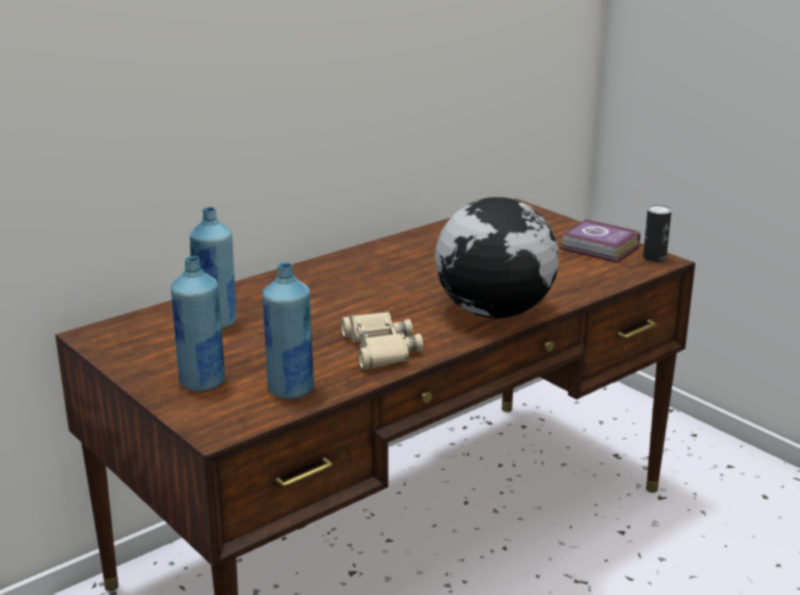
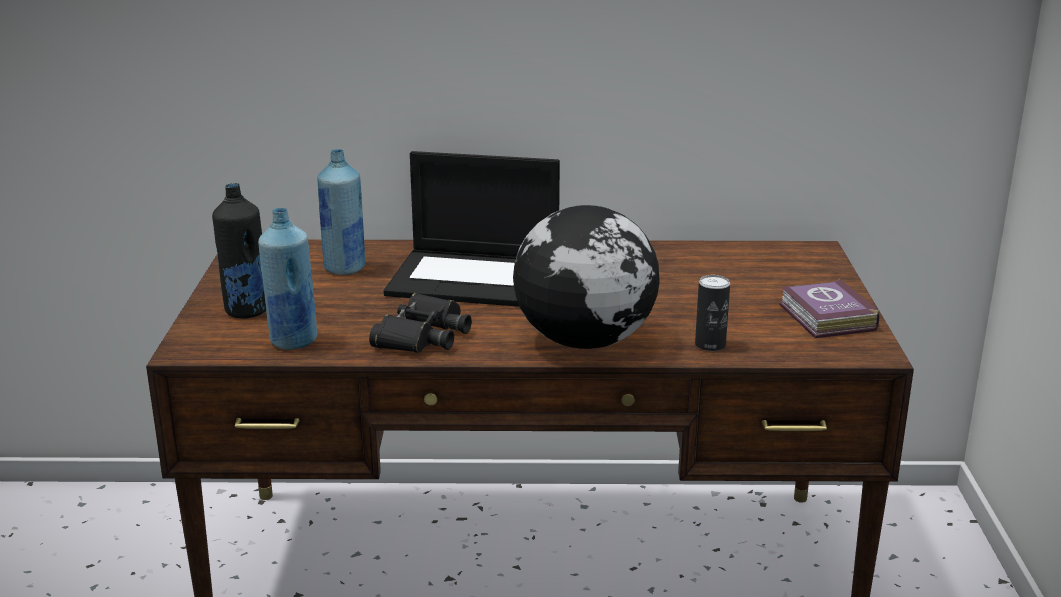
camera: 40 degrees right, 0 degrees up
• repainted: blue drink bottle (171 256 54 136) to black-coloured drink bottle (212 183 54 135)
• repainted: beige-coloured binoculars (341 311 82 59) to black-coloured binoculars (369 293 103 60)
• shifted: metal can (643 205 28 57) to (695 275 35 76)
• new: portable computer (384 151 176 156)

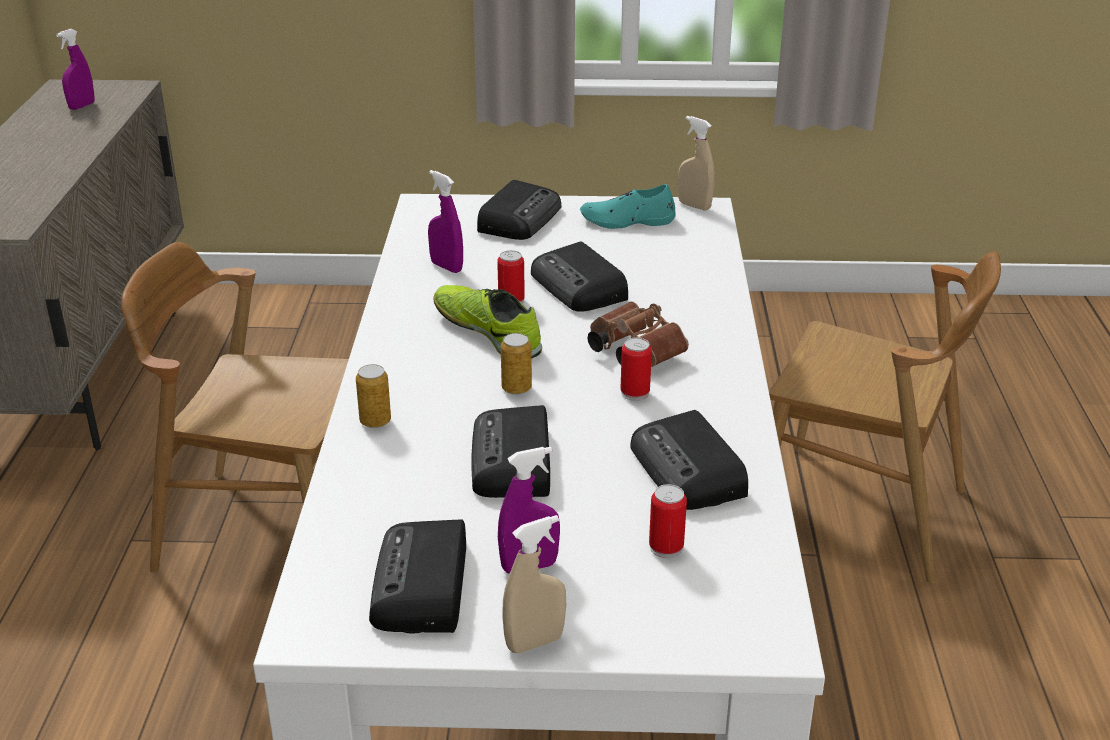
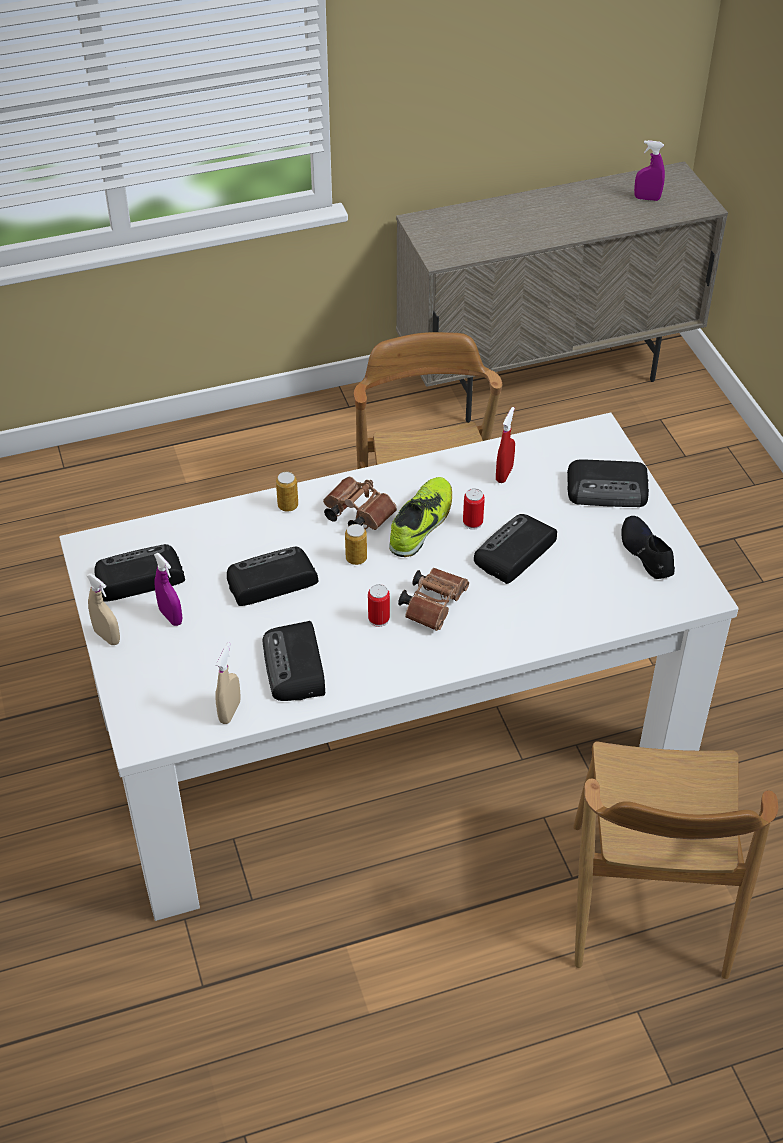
camera: 70 degrees right, 15 degrees up
• repainted: purple-coloured hand sprayer (428 170 35 103) to reddish hand sprayer (496 407 19 76)
• repainted: turquoise shoe (580 184 96 45) to black-coloured shoe (621 516 54 63)
• rotated: radio (630 410 118 100) = (263 621 62 80) 60 degrees counterclockwise
• gone: metal can (649 484 38 74)
• shifted: beige-coloured hand sprayer (678 116 37 95) to (216 642 25 82)
• new: brown binoculars (323 477 74 53)

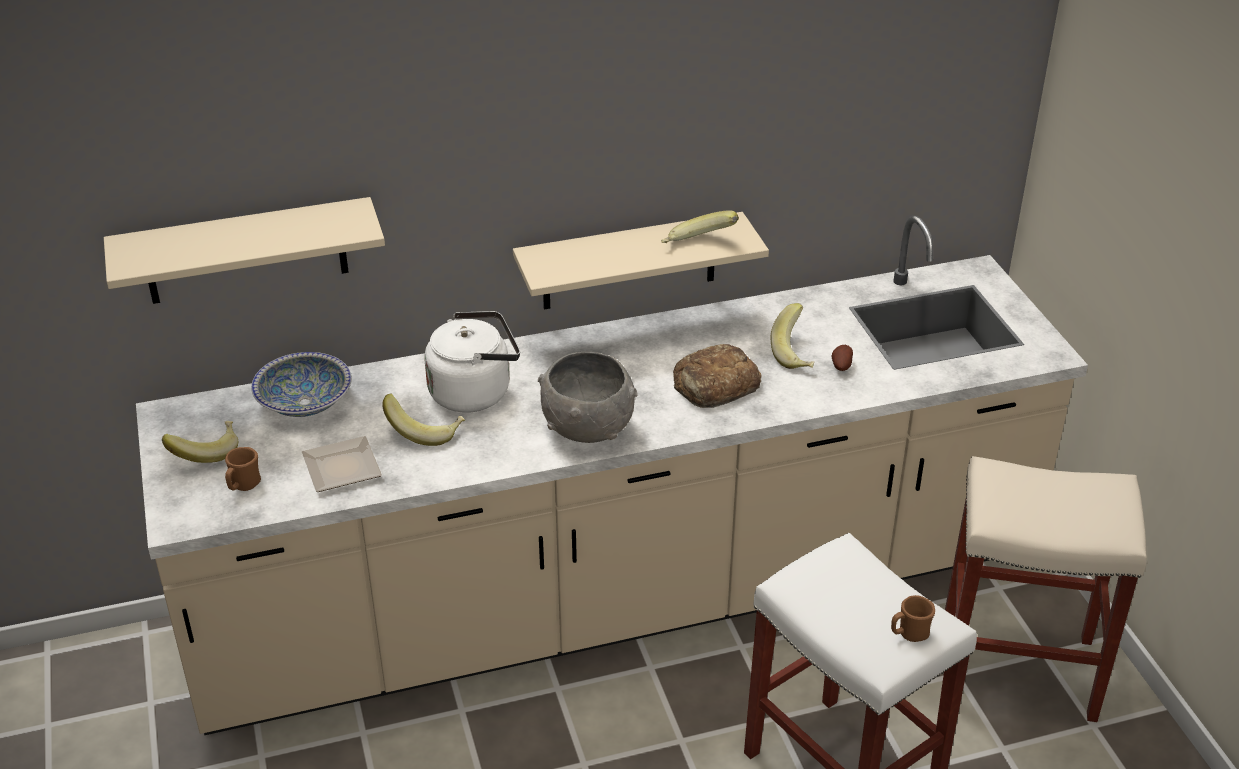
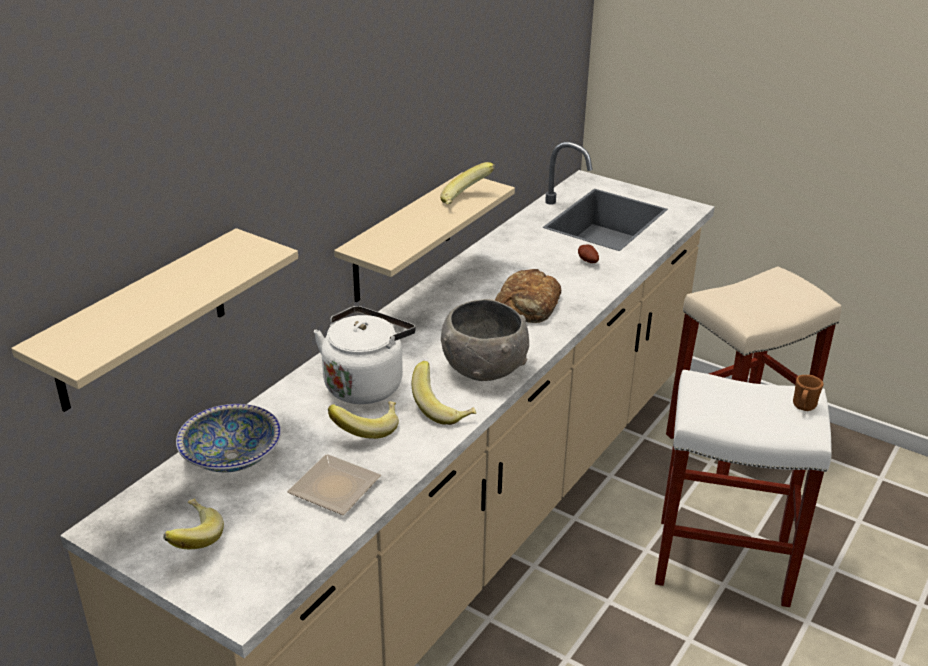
camera: 40 degrees left, 5 degrees down
• gone: brown mug (225 447 36 44)
• shifted: banana (770 303 44 66) to (412 361 64 64)

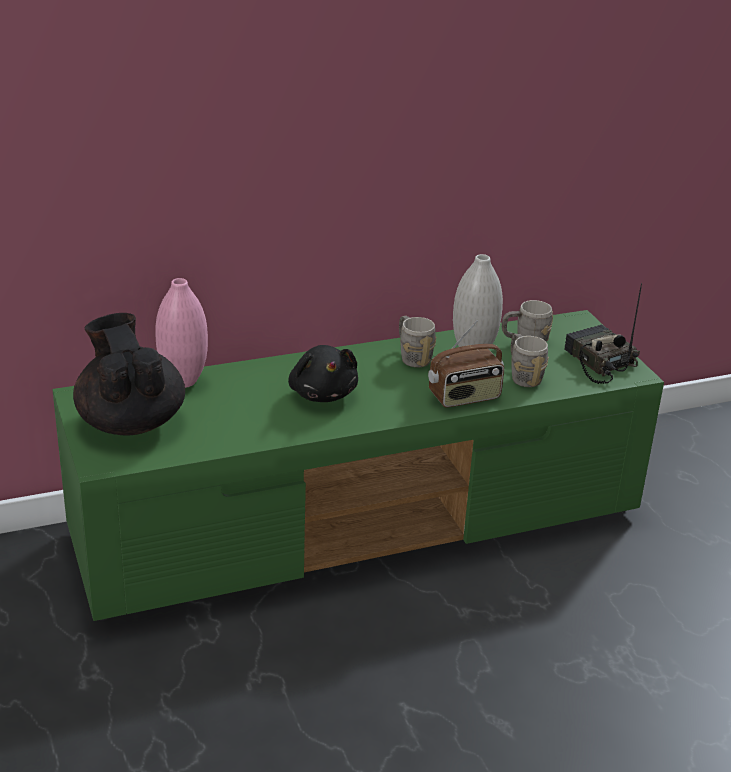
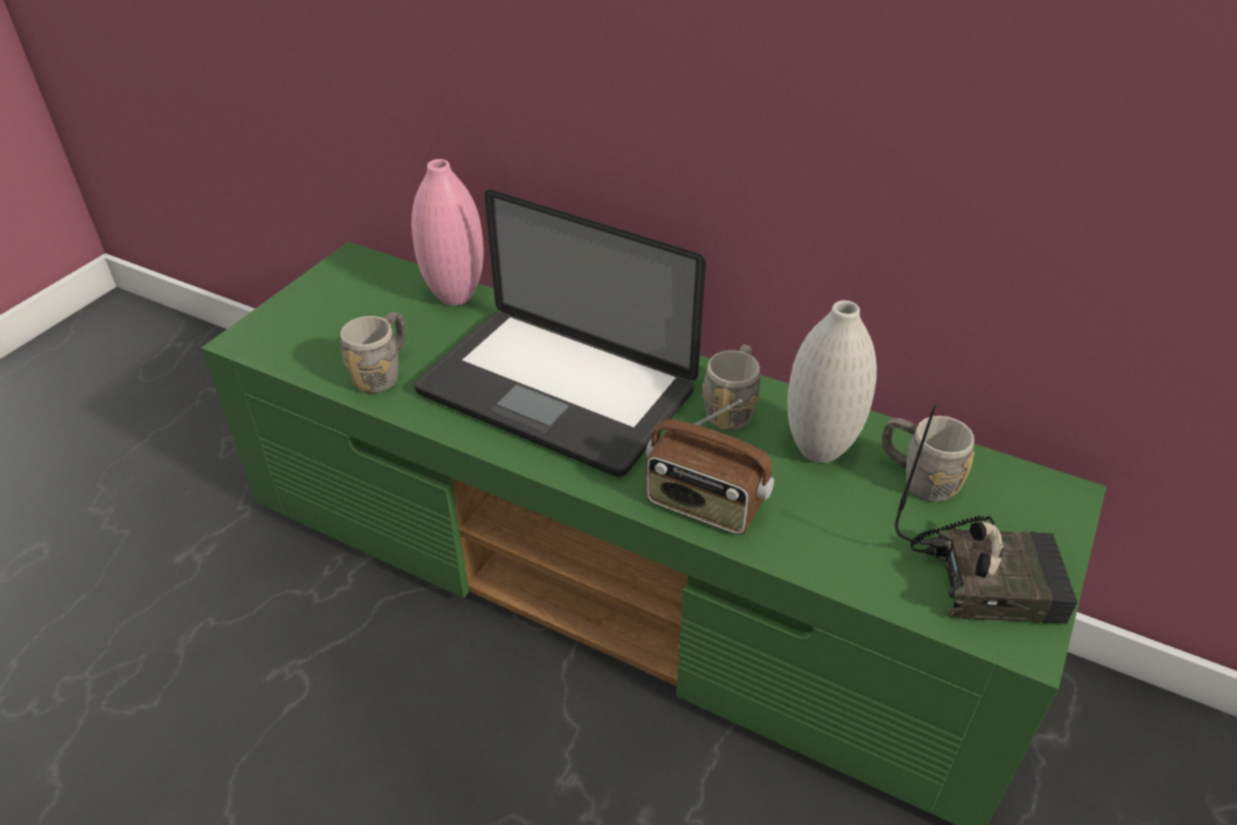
camera: 50 degrees right, 10 degrees up
• gone: black-coloured pot for tea (73 313 112 123)
• swapped: black-coloured soft toy (288 345 70 57) to portable computer (414 190 292 287)
• shifted: grey mug (511 334 38 53) to (340 312 66 81)
• rotated: radio (564 283 78 101) = (895 404 182 220) 75 degrees clockwise

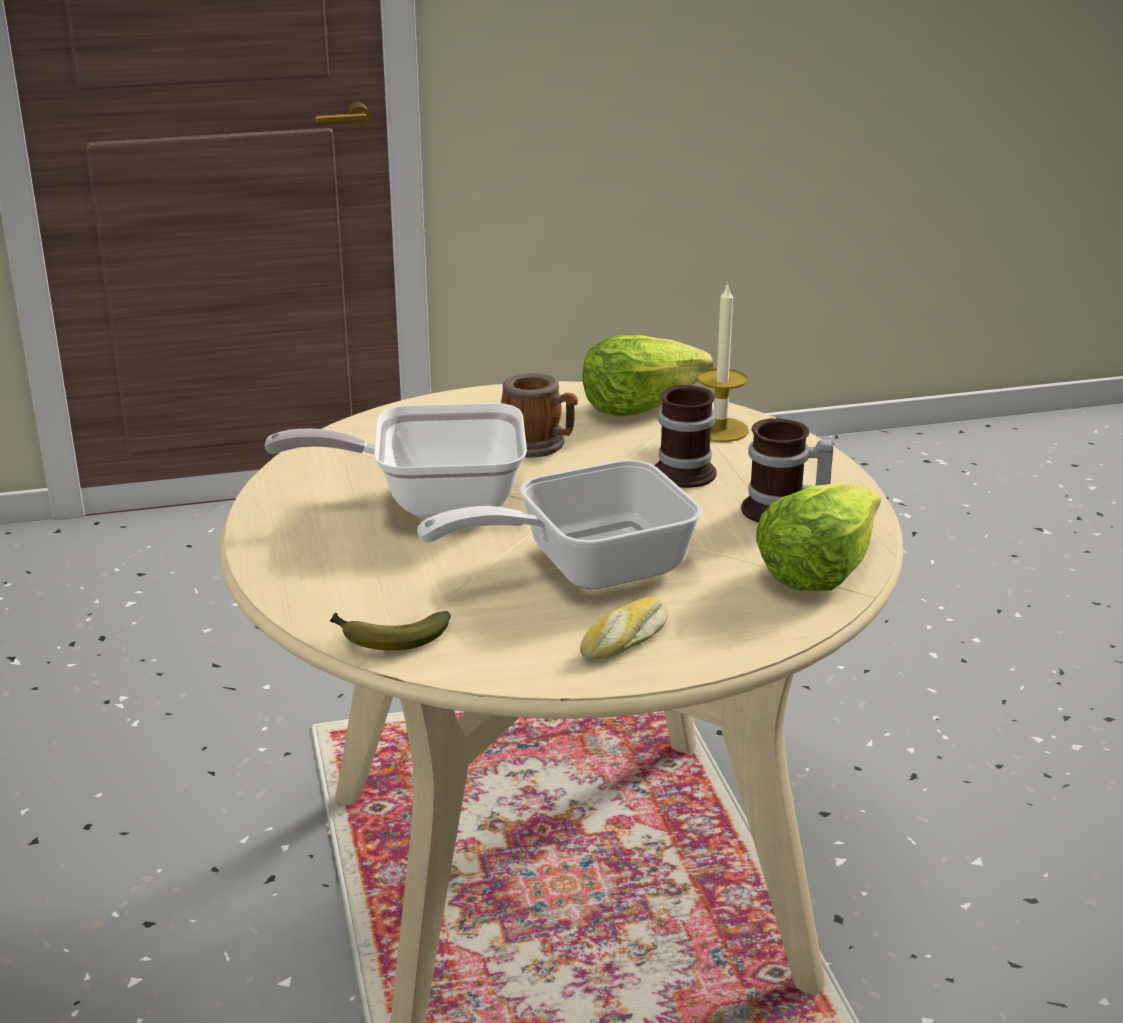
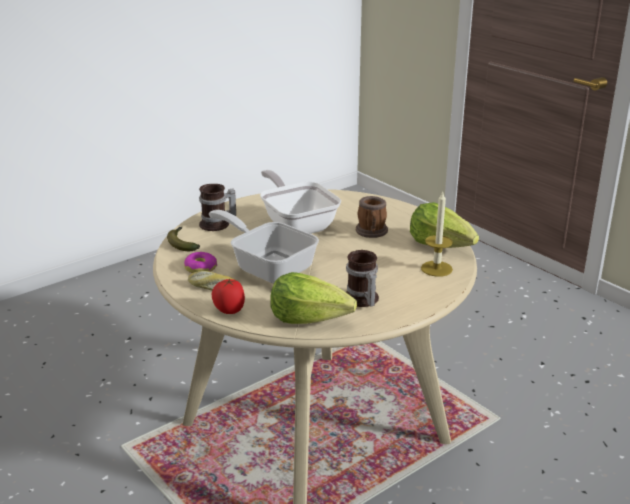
camera: 65 degrees right, 0 degrees up
• shifted: mug (654 385 63 103) to (199 184 37 47)
• new: ring doughnut (184 252 33 21)
• new: whole tomato (212 278 33 36)

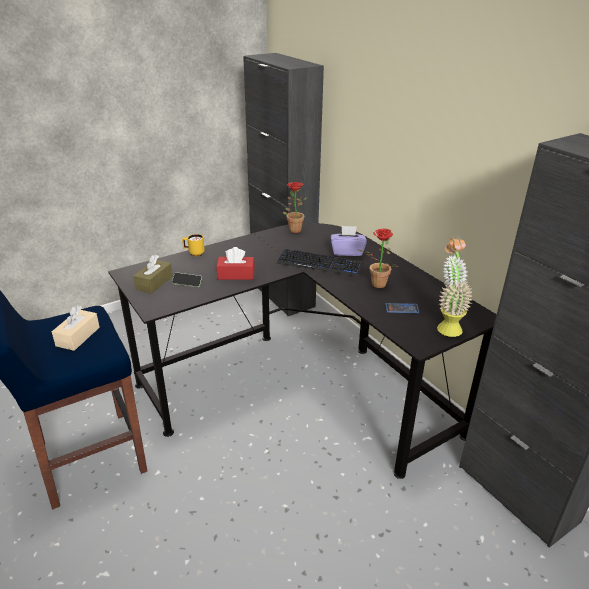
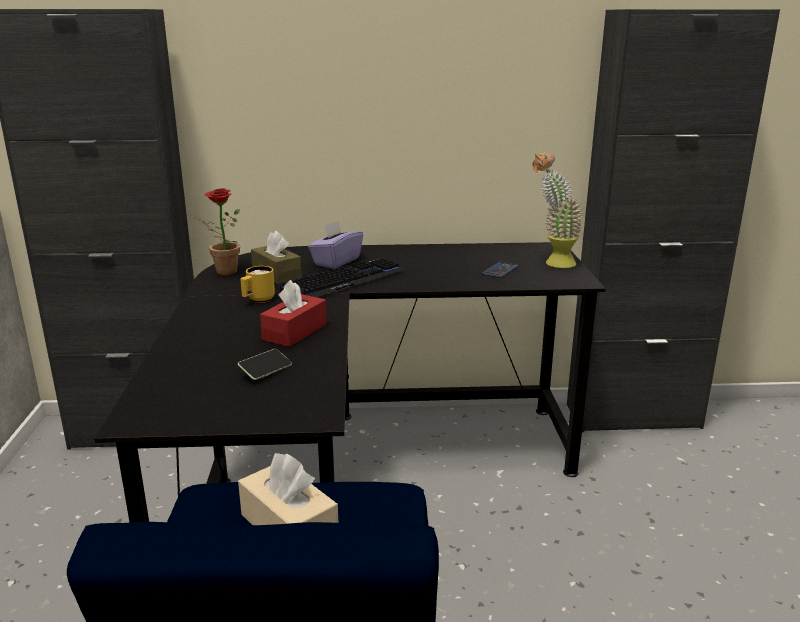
camera: 60 degrees left, 10 degrees down
• shifted: brown box of tissues (133 255 40 39) to (251 231 51 53)
• shifted: yellowish mug (182 234 23 23) to (240 266 35 37)
• gone: plant in a pot (357 229 42 59)

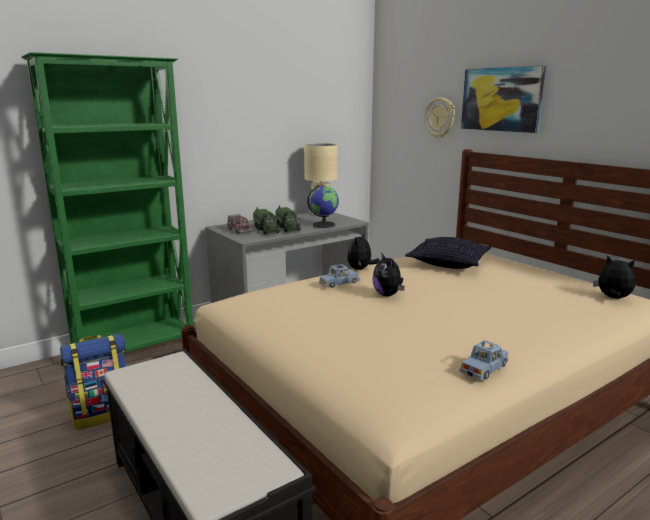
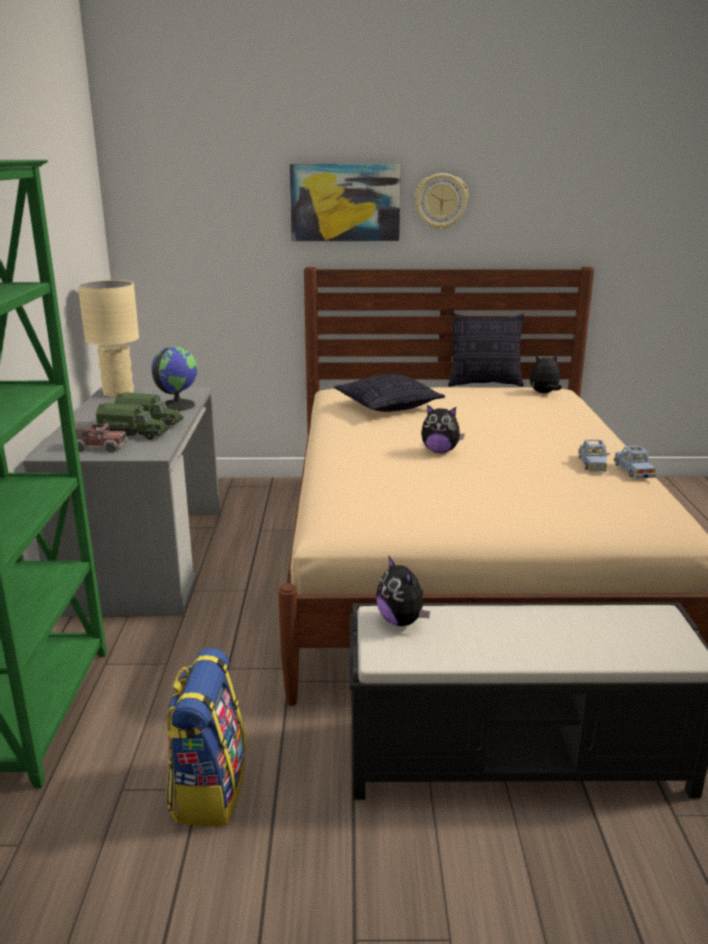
camera: 55 degrees left, 5 degrees up
• shifted: blue toy car (319 264 41 24) to (578 439 32 33)
• shifted: soft toy (347 233 33 37) to (376 555 54 71)
• shifted: clock on the wall (425 98 30 40) to (415 173 54 57)
• new: throw pillow (448 313 76 74)

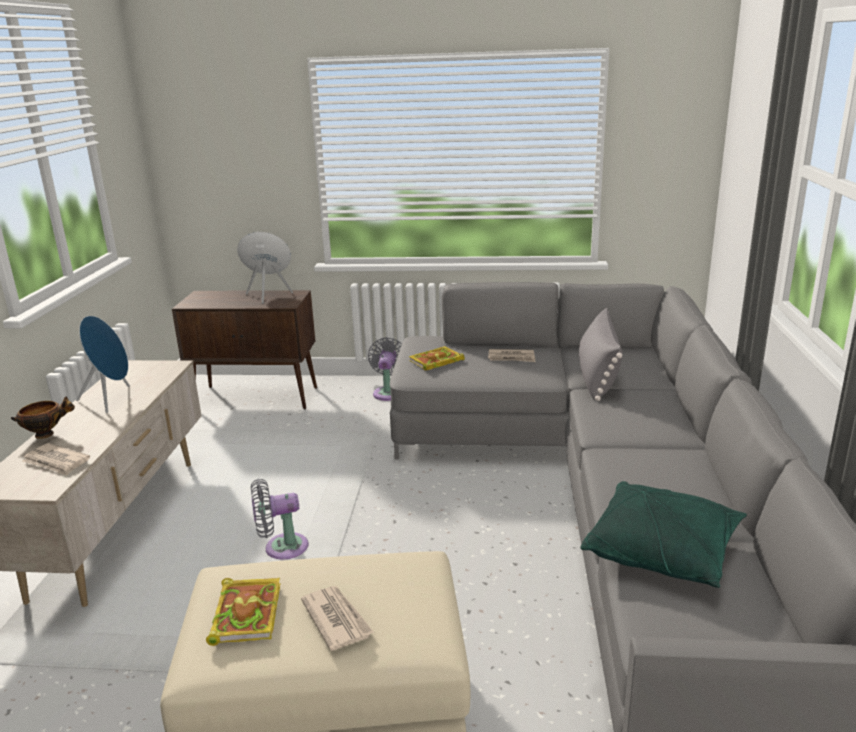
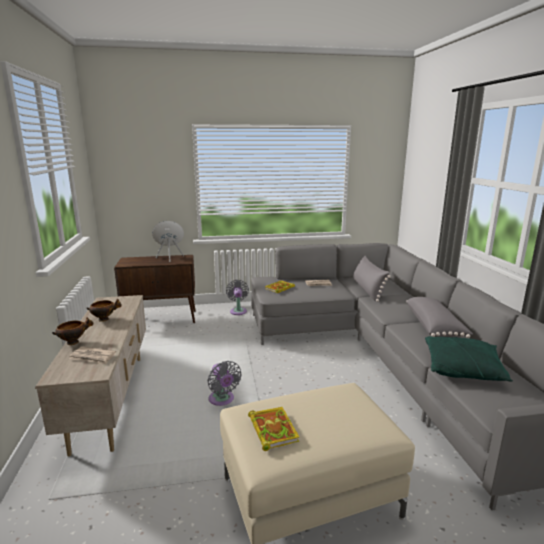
camera: 15 degrees left, 5 degrees down
• swapped: blue loudspeaker (76 316 54 97) to serving bowl (87 299 35 23)
• rotated: grey cooling fan (251 479 58 81) = (208 361 34 45) 90 degrees counterclockwise
• gone: daily paper (301 586 73 65)
• new: grey throw pillow (406 297 67 41)

